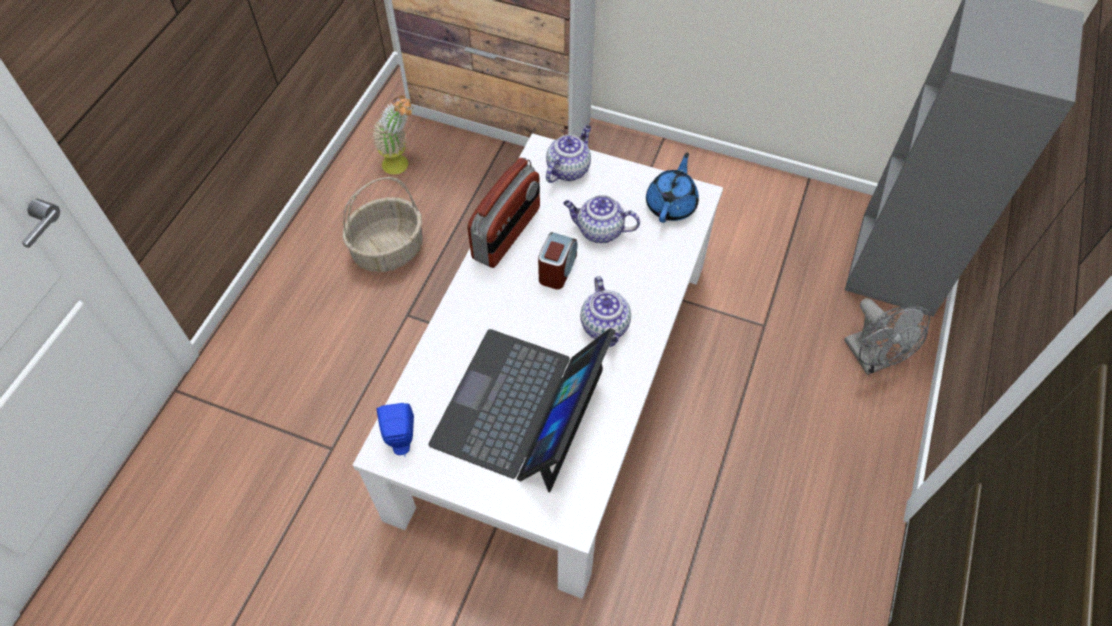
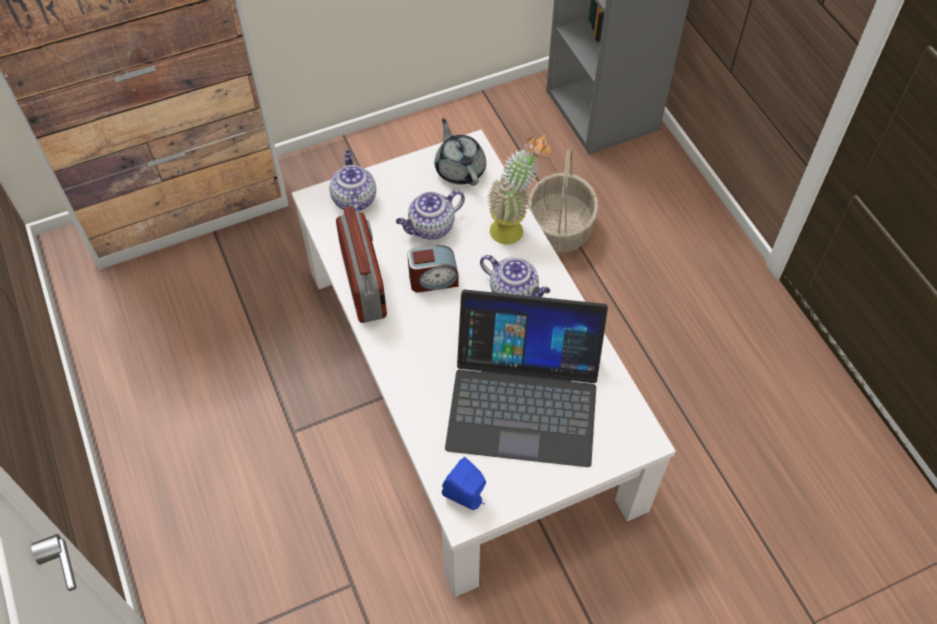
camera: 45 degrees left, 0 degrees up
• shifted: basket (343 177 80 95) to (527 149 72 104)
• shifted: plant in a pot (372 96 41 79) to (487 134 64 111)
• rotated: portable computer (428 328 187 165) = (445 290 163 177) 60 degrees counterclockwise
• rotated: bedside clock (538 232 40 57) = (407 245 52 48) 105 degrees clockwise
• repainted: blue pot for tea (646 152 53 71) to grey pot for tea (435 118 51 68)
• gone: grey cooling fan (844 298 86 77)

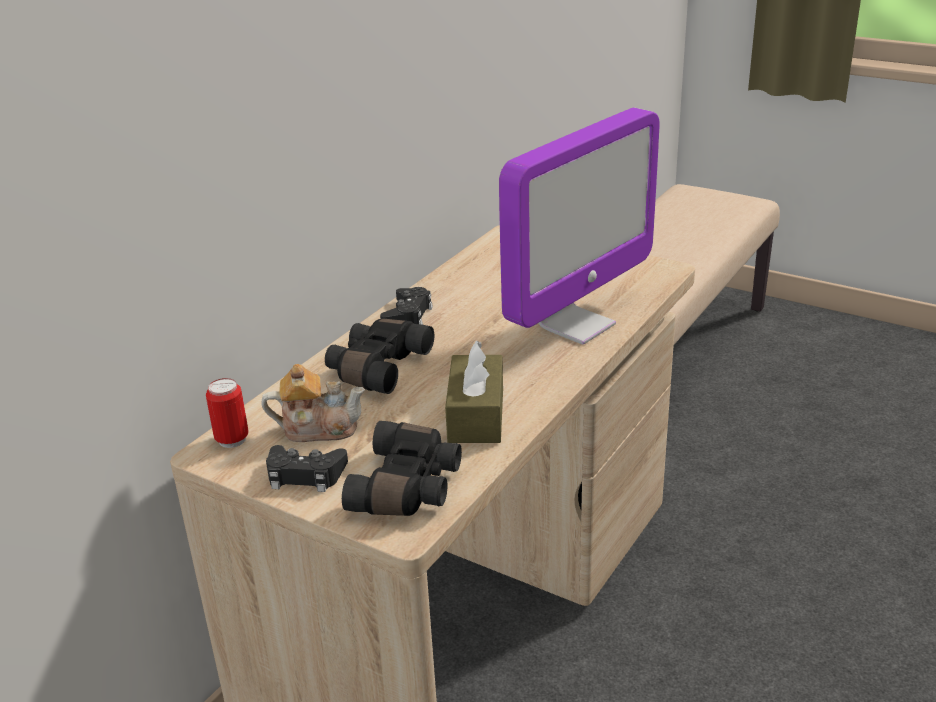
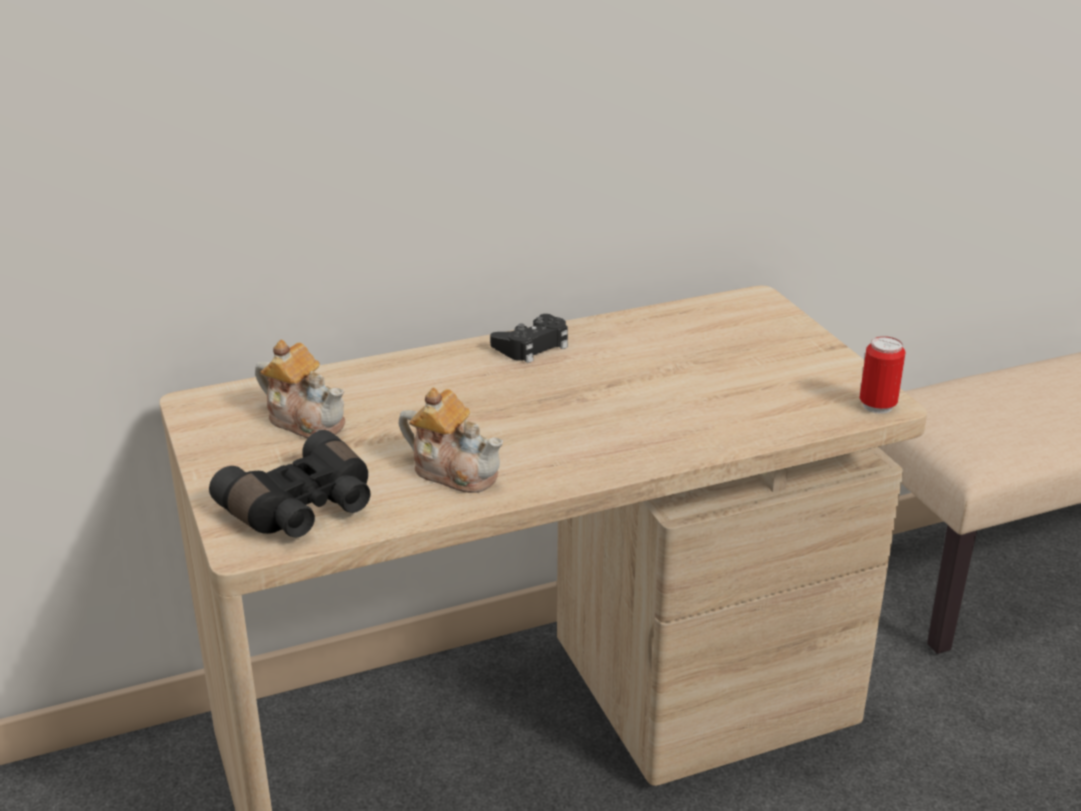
camera: 35 degrees right, 0 degrees up
• shifted: metal can (206 378 43 70) to (860 336 46 78)
• gone: black-coloured gamepad (266 445 82 47)
• gone: black-coloured binoculars (325 318 109 76)
• swapped: brown box of tissues (445 340 58 103) to pot for tea (399 387 104 106)
• gone: computer display (499 108 161 236)

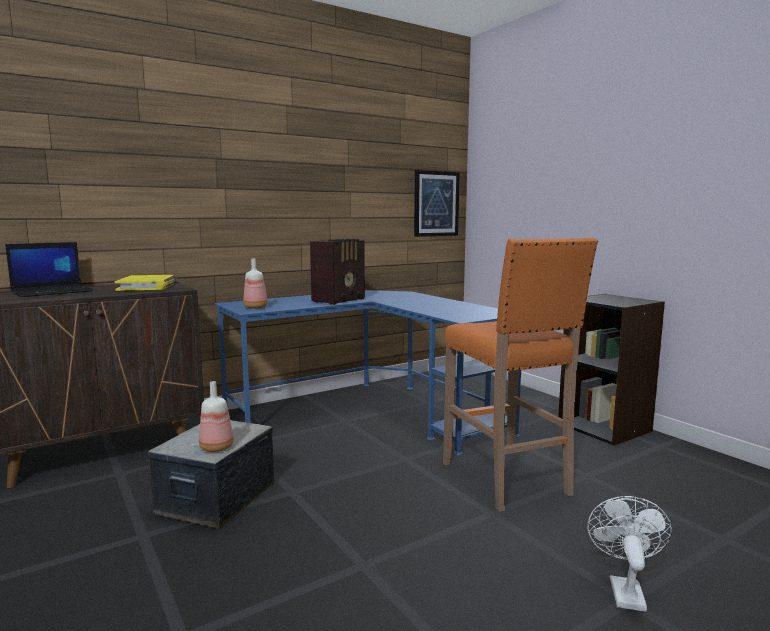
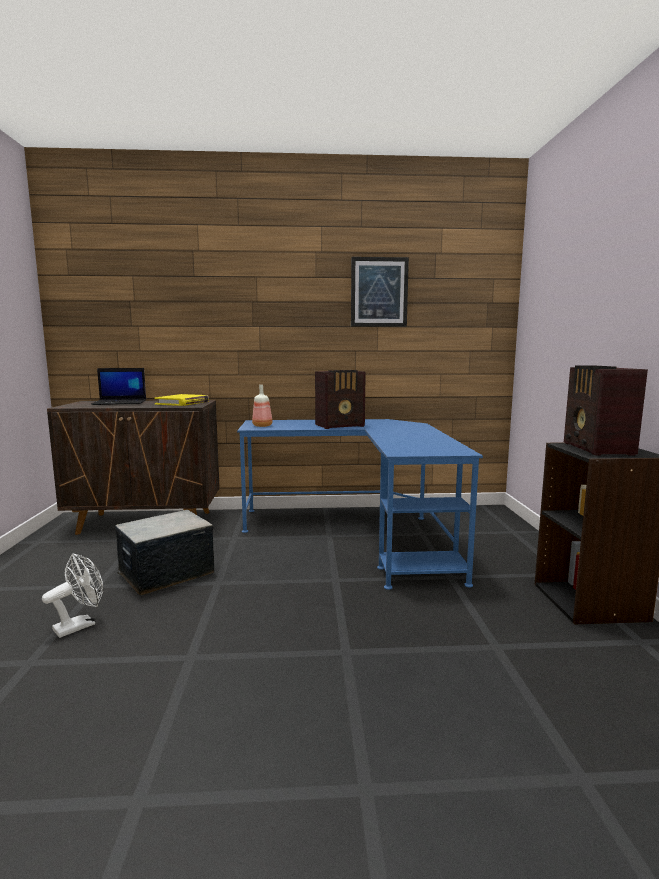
camera: 30 degrees right, 0 degrees up
• gone: drink bottle (199 381 35 71)
• shifted: wall picture (414 170 46 67) to (351 257 58 70)
• gone: orange-coloured stool seat (443 238 155 274)
• shifted: whitish cooling fan (587 496 85 116) to (42 554 62 84)
• new: radio (564 366 84 89)

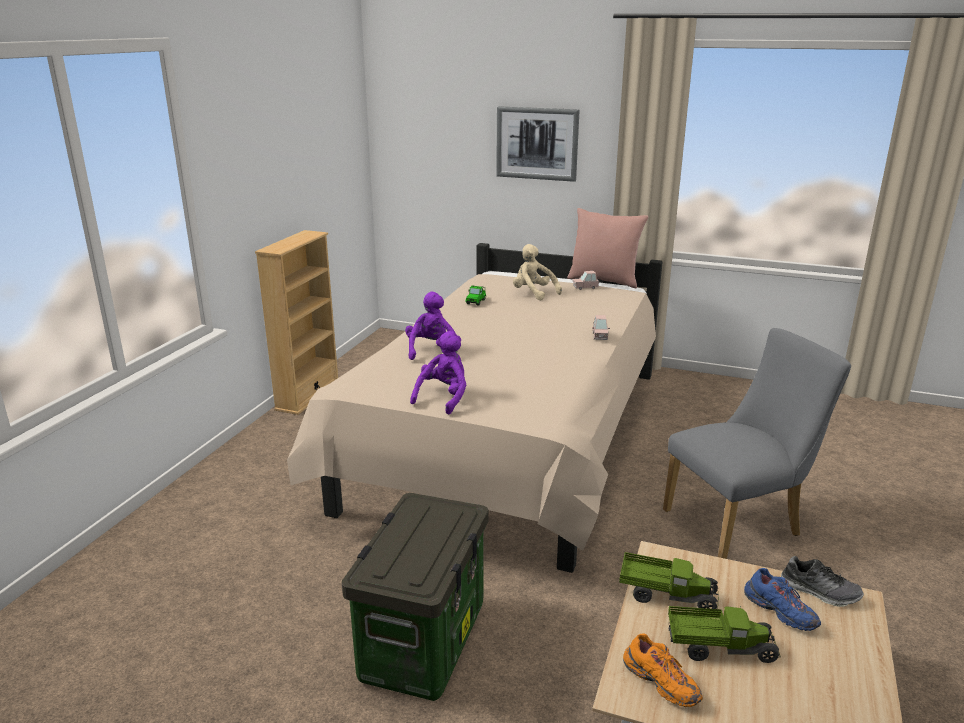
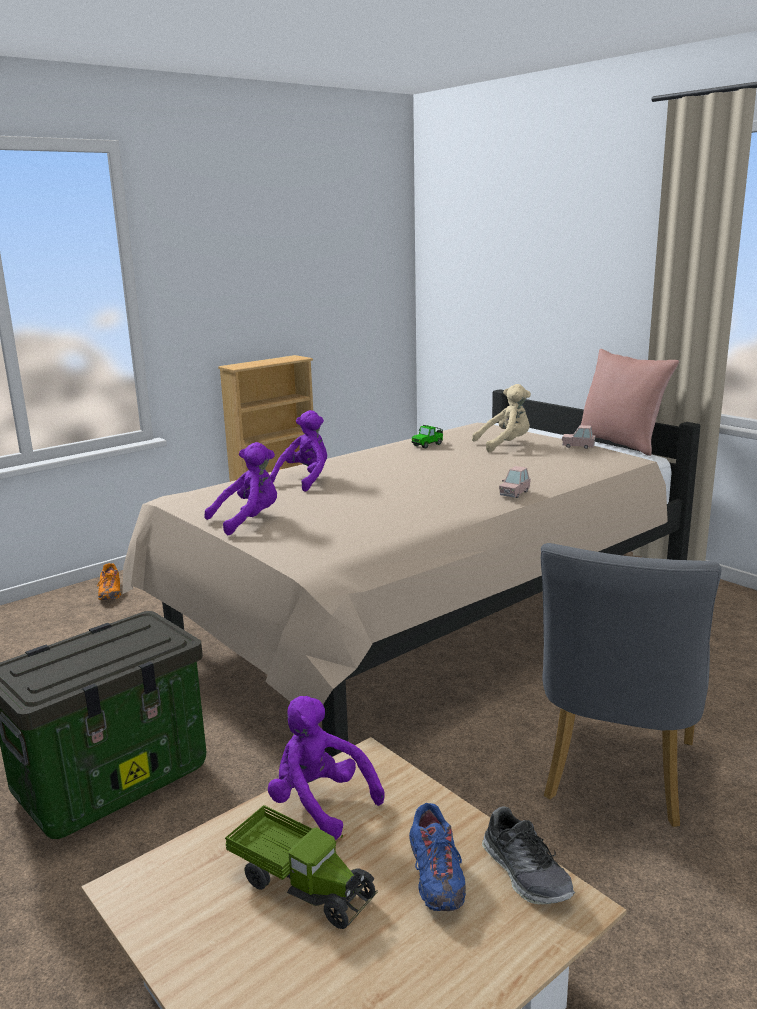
camera: 30 degrees right, 5 degrees down
• gone: wall picture (496 106 84 76)
• rotated: beige-coloured soft toy (513 244 49 56) = (472 384 59 68) 90 degrees clockwise
• swapped: toy truck (619 552 100 57) to purple-coloured soft toy (268 696 117 144)
• shifted: orange-coloured shoe (623 634 80 73) to (97 563 24 37)
• rotated: grey upright chair (663 328 188 231) = (541 543 180 284) 105 degrees clockwise

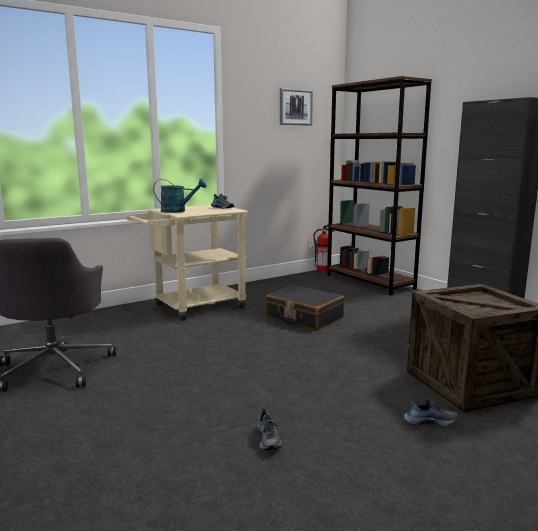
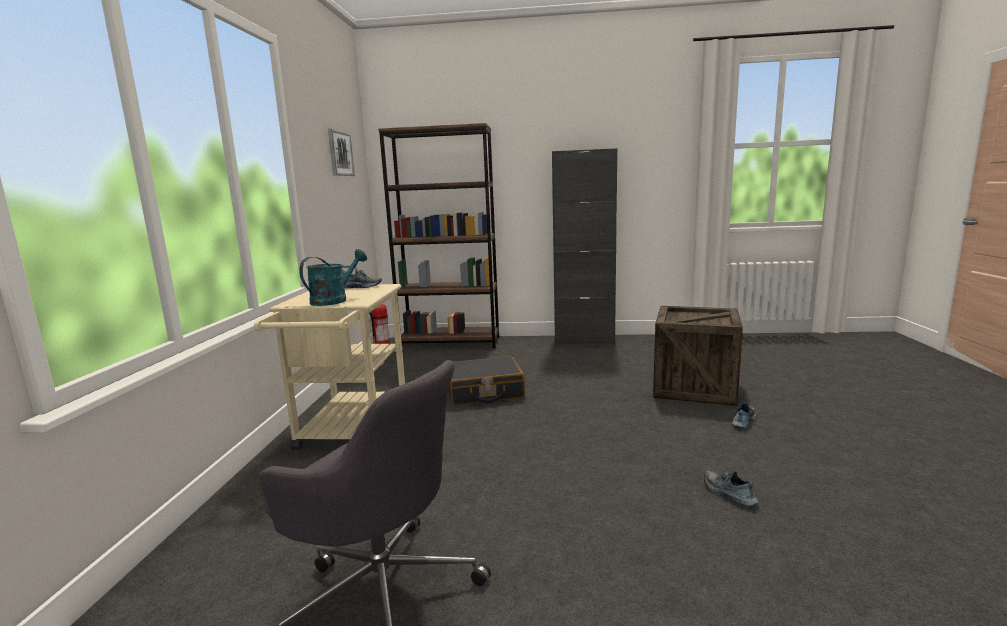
camera: 50 degrees left, 0 degrees up
• rotated: shoe (256 408 26 42) = (704 470 54 36) 150 degrees counterclockwise

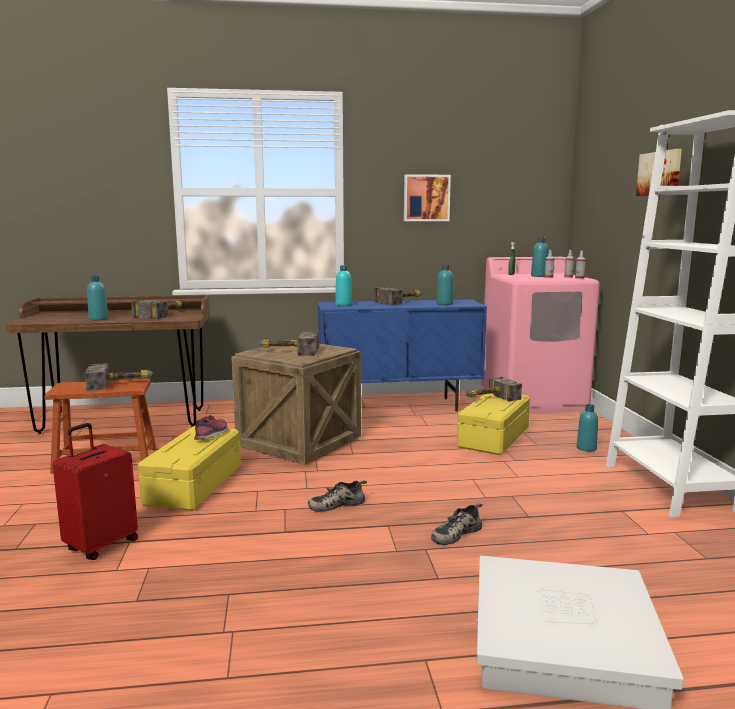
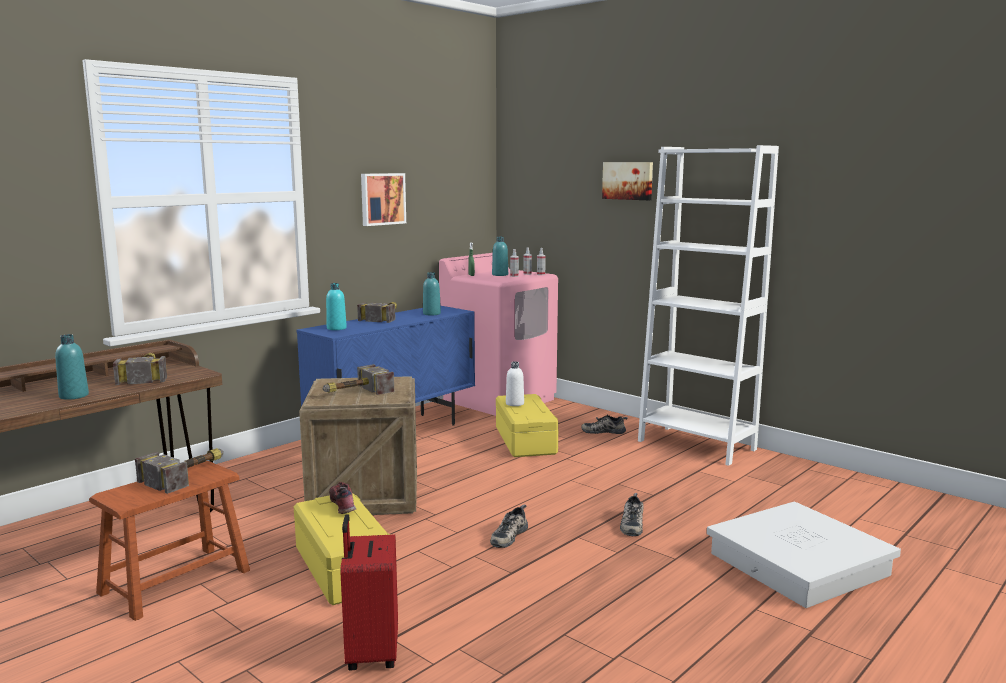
camera: 40 degrees left, 0 degrees up
• swapped: tool hammer (466 376 56 25) to whitish drink bottle (506 361 18 45)
• swapped: turquoise drink bottle (577 404 21 48) to shoe (581 415 47 19)

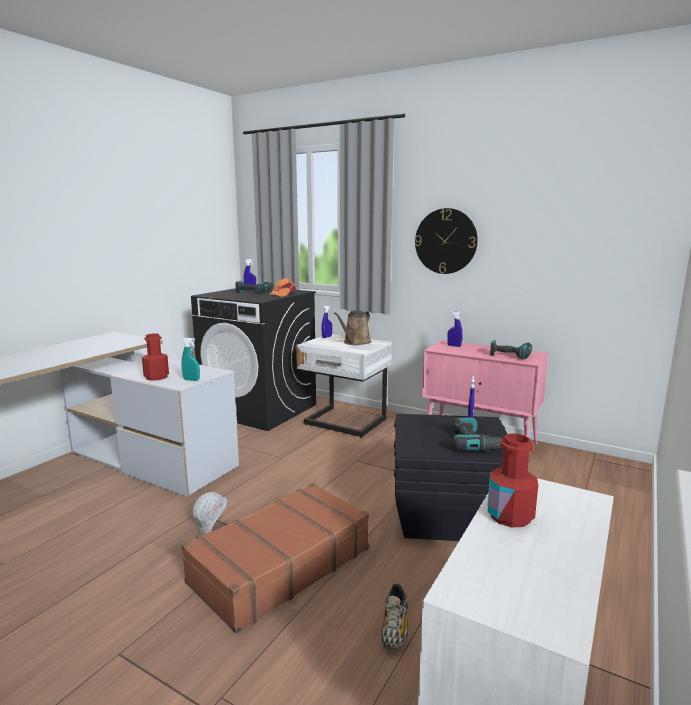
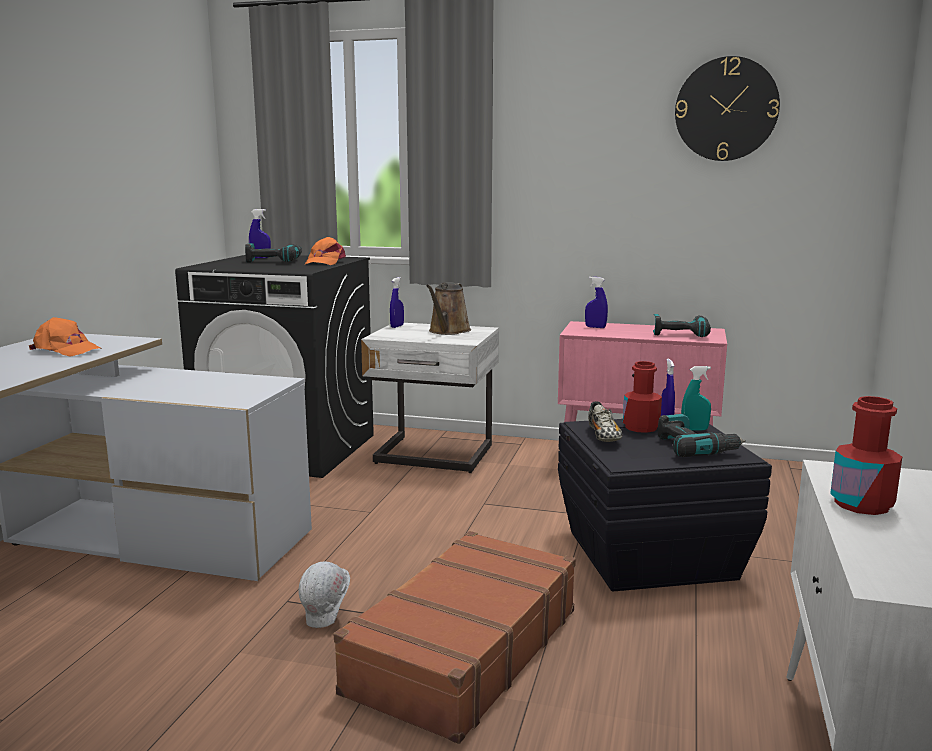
camera: 15 degrees left, 0 degrees up
• shifted: reddish drink bottle (142 333 27 48) to (623 361 39 72)
• shifted: turquoise hand sprayer (181 338 19 43) to (681 366 30 65)
• shifted: shoe (381 584 27 65) to (588 401 34 41)
• shifted: clock on the wall (415 208 63 66) to (675 56 105 105)
• new: orange-coloured cap (29 317 73 40)

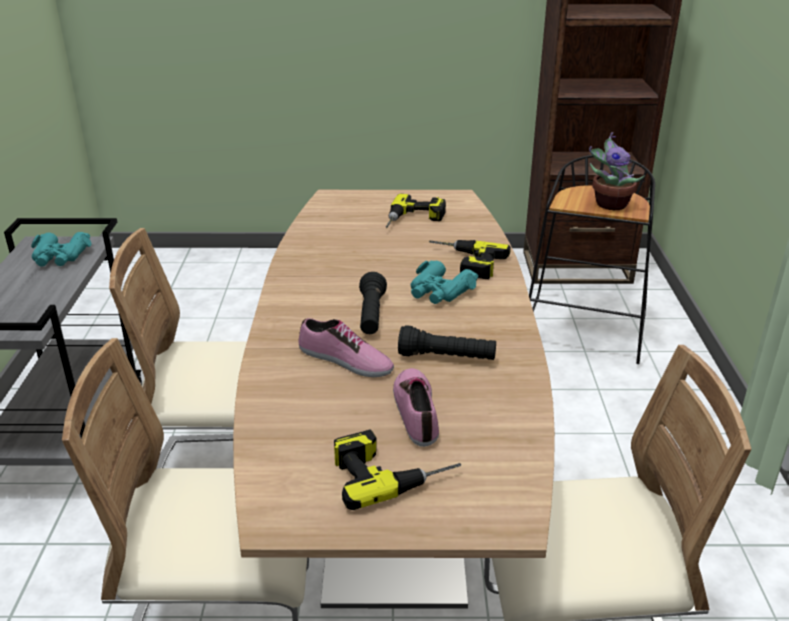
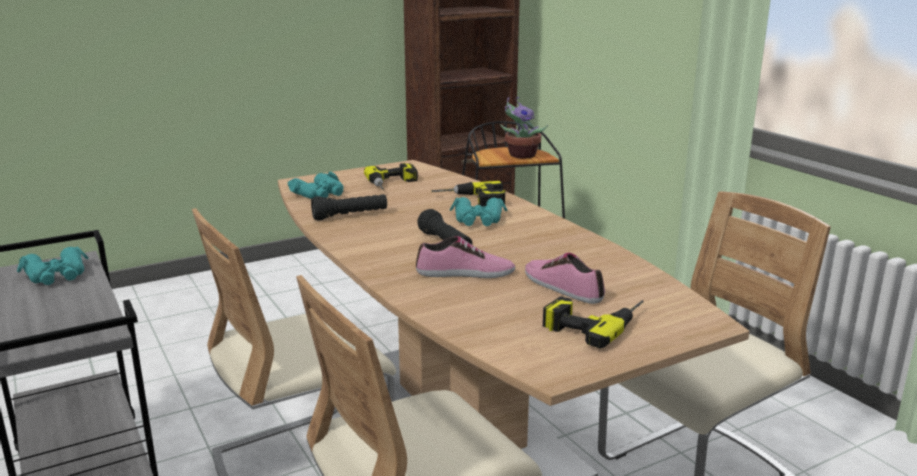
camera: 30 degrees left, 10 degrees down
• shifted: black-coloured flashlight (398 325 98 35) to (311 194 76 27)
• new: turquoise binoculars (287 172 57 27)

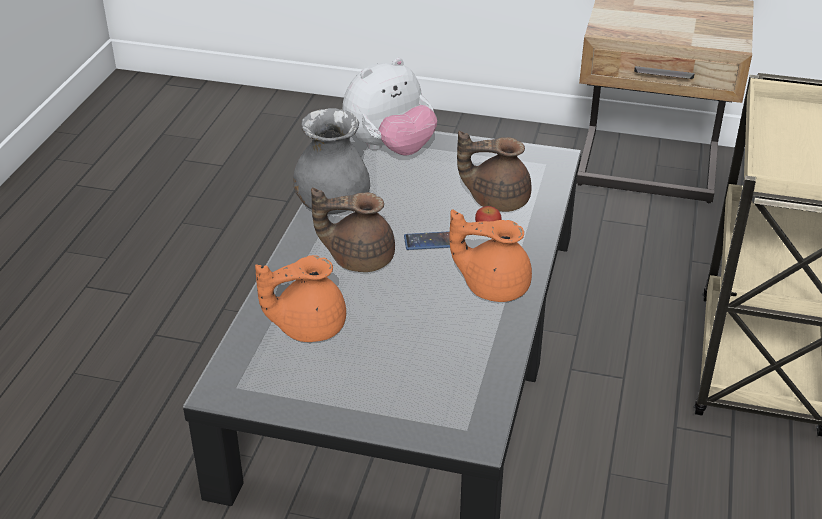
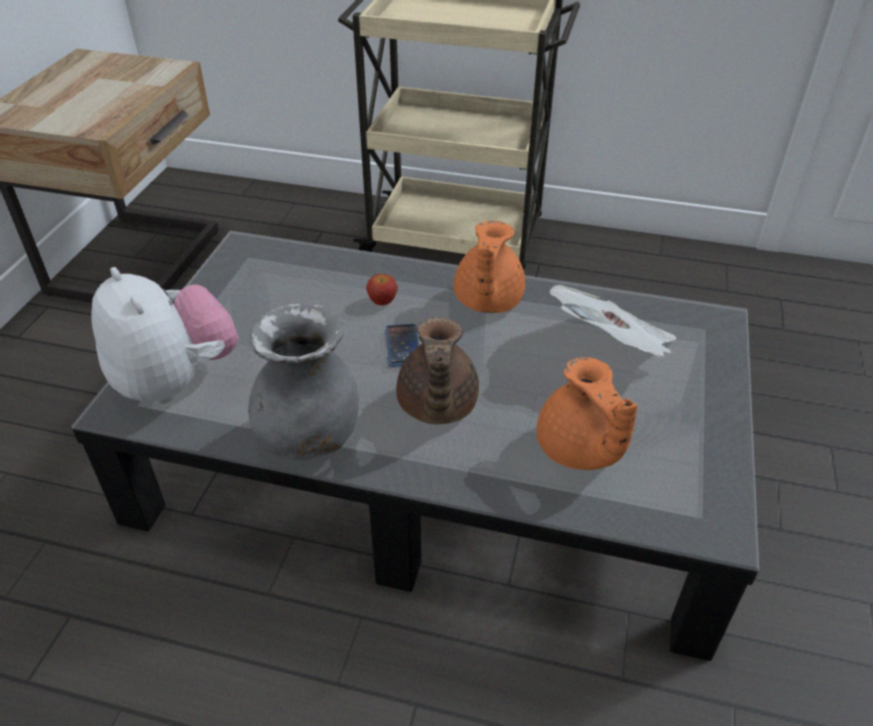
camera: 90 degrees left, 5 degrees up
• gone: brown pot for tea (457 131 75 81)
• new: daily paper (550 285 126 73)

